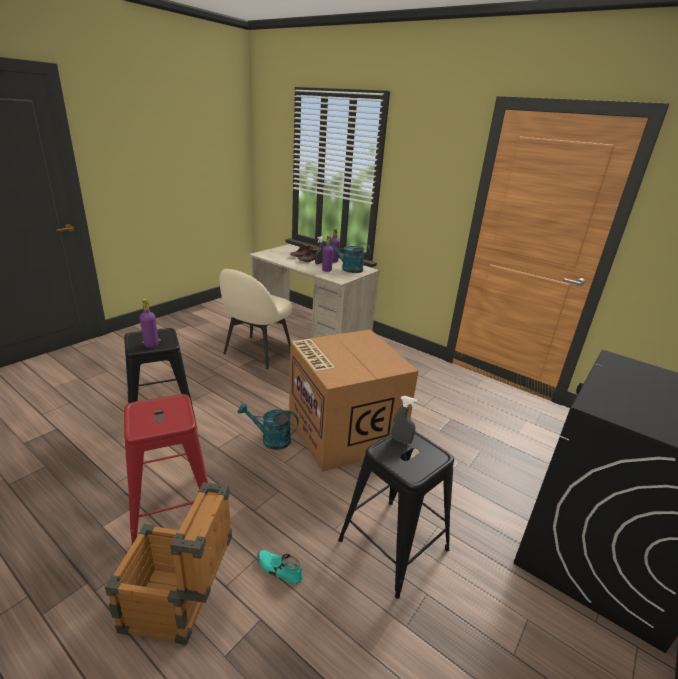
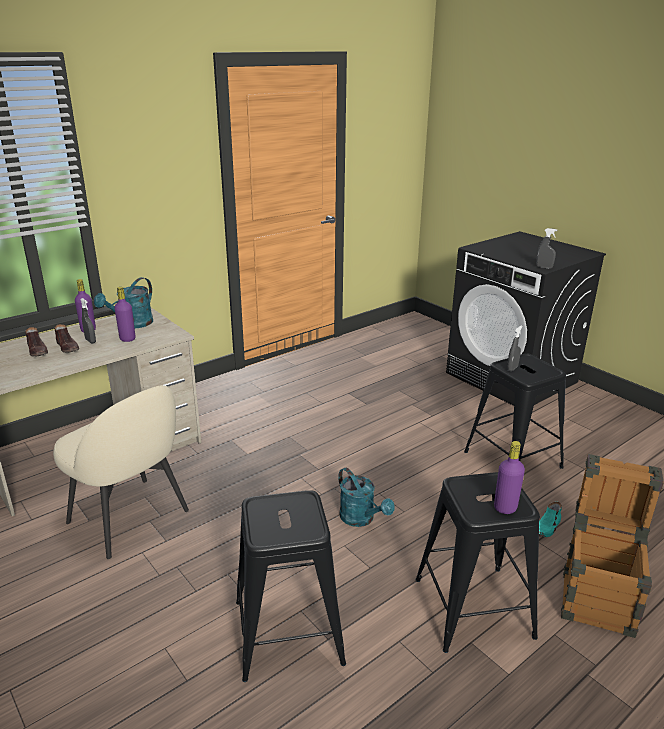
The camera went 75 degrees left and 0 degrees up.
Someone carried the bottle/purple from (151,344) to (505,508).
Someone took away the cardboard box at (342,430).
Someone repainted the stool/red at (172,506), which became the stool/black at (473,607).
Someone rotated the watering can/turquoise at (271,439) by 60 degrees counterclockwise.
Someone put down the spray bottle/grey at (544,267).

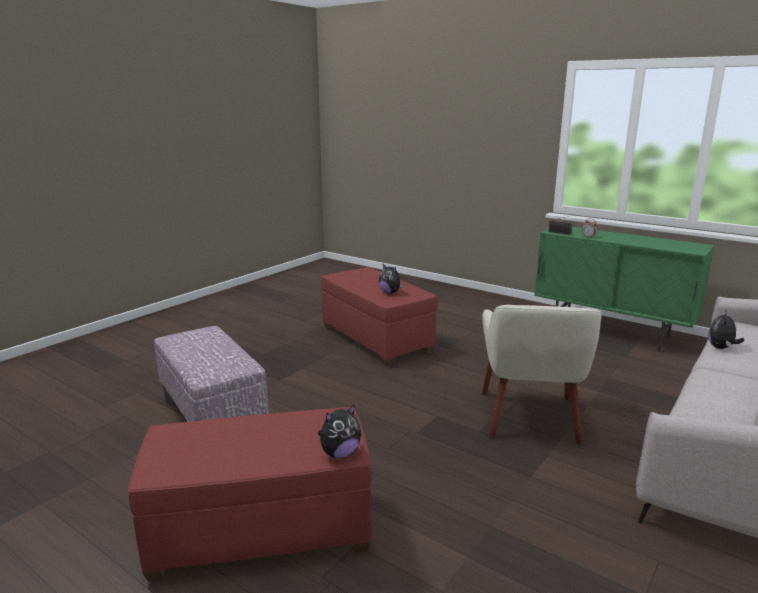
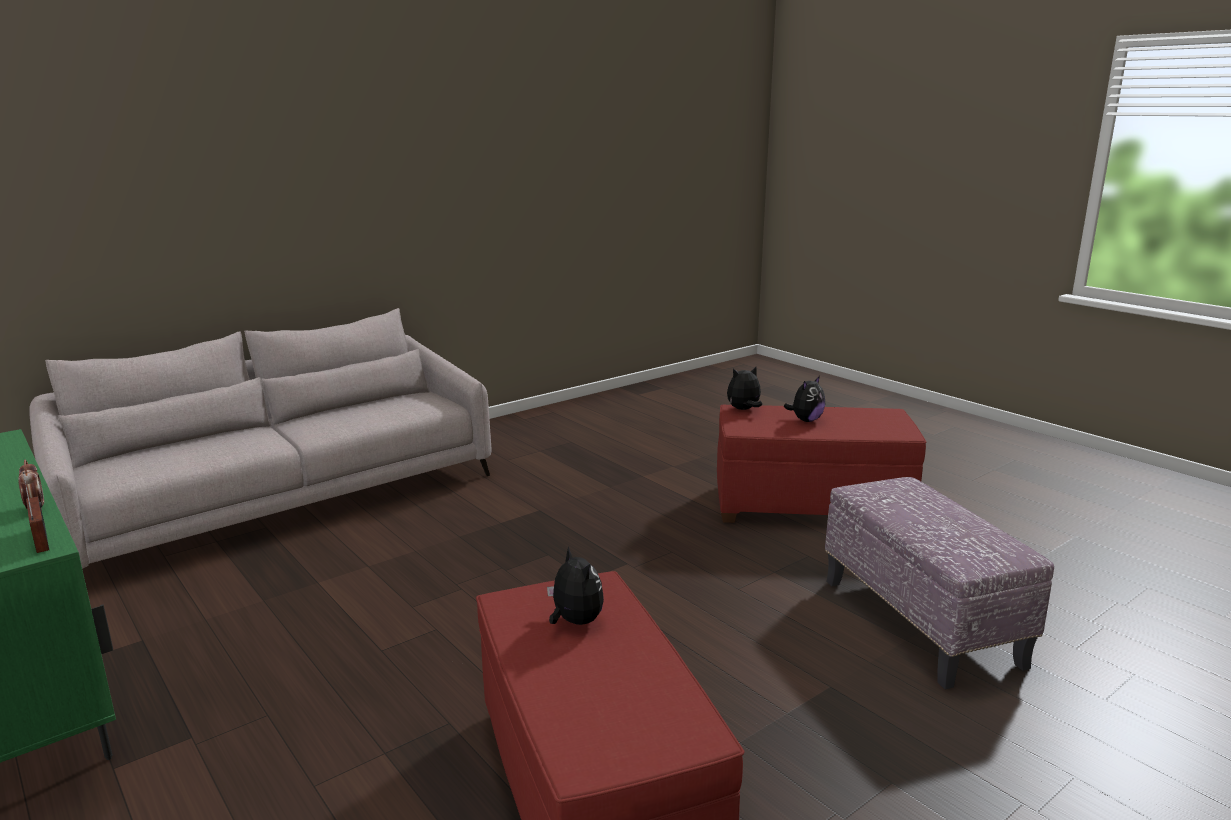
The camera went 165 degrees left and 0 degrees up.
Someone took away the armchair/beige at (529,417).
Someone carried the plush toy from (721,348) to (806,420).

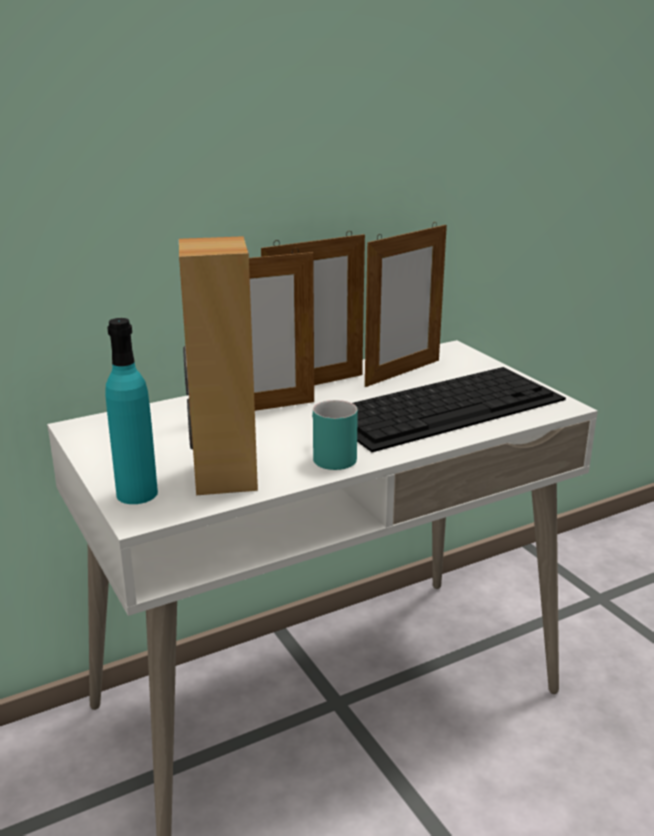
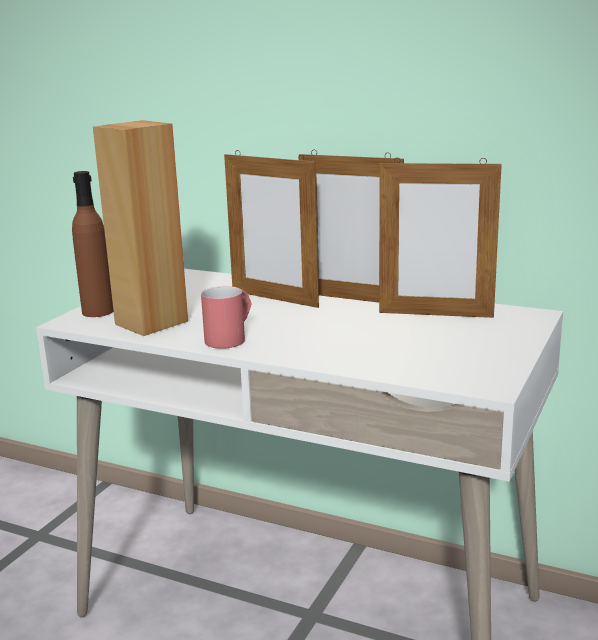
The camera went 55 degrees right and 5 degrees down.
Someone repainted the bottle/turquoise at (137,494), which became the bottle/brown at (98,311).
Someone took away the keyboard at (445,405).
Someone repainted the mug/turquoise at (330,455), which became the mug/red at (231,337).

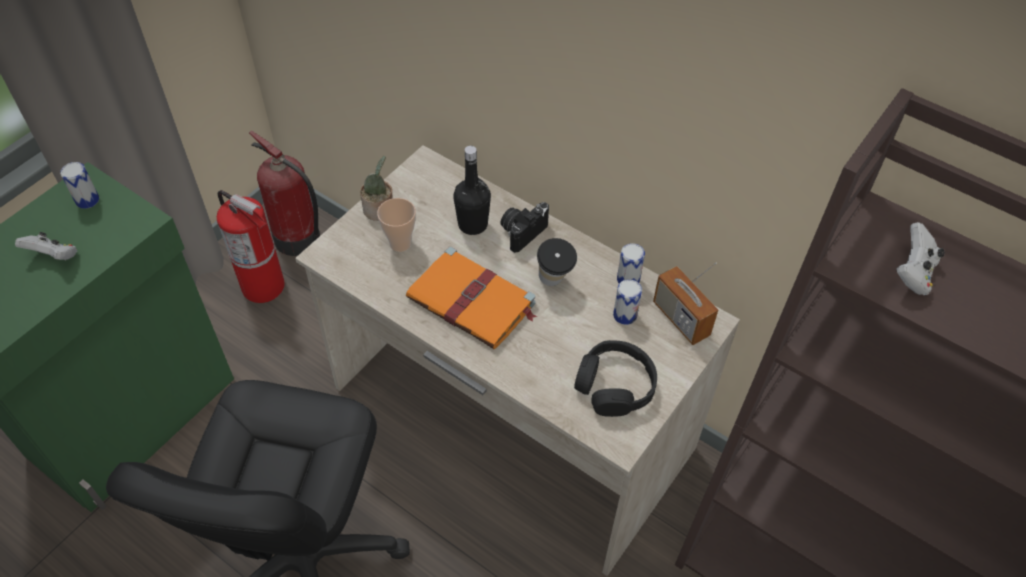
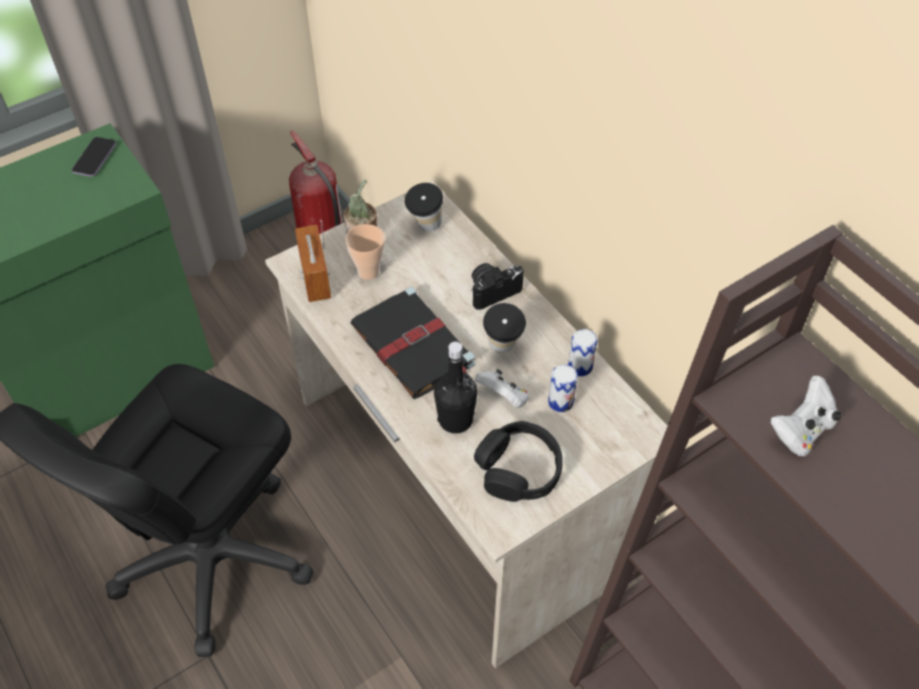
The camera went 20 degrees right and 0 degrees up.
Someone carried the bottle/black from (473,224) to (455,420).
Someone swapped the can at (87,200) for the phone at (95,158).
Someone took away the fire extinguisher at (263,286).
Someone carried the game controller/white from (54,257) to (503,397).
Someone repainted the book/orange at (473,302), which became the book/black at (414,347).
Someone carried the radio from (681,319) to (315,278).
Someone put down the cup at (425,228).

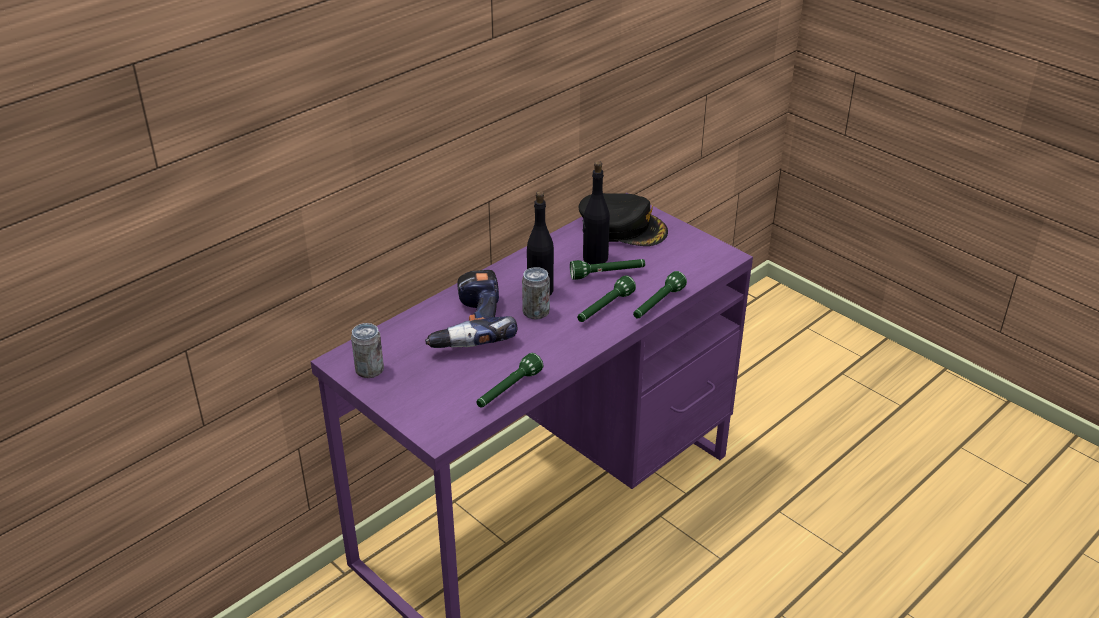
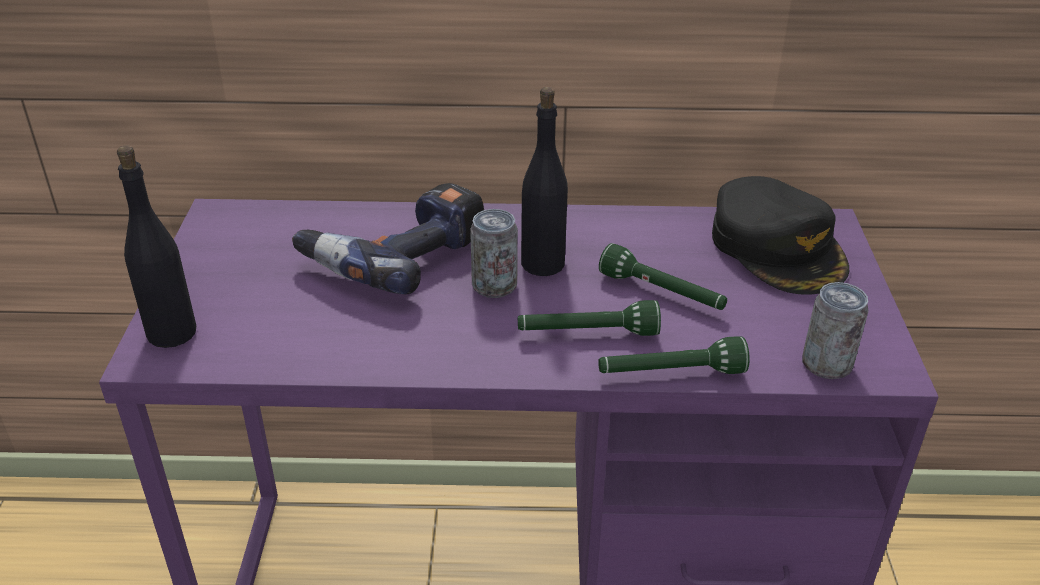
The camera went 45 degrees right and 0 degrees up.
Someone carried the bottle/black from (595,258) to (171,332).
Someone carried the can from (369,370) to (826,365).
Someone took away the flashlight/green at (508,390).

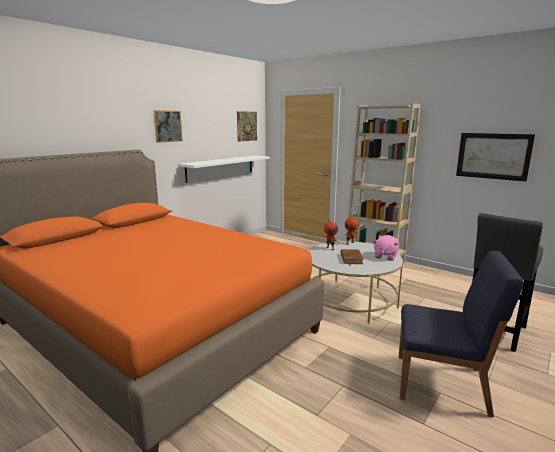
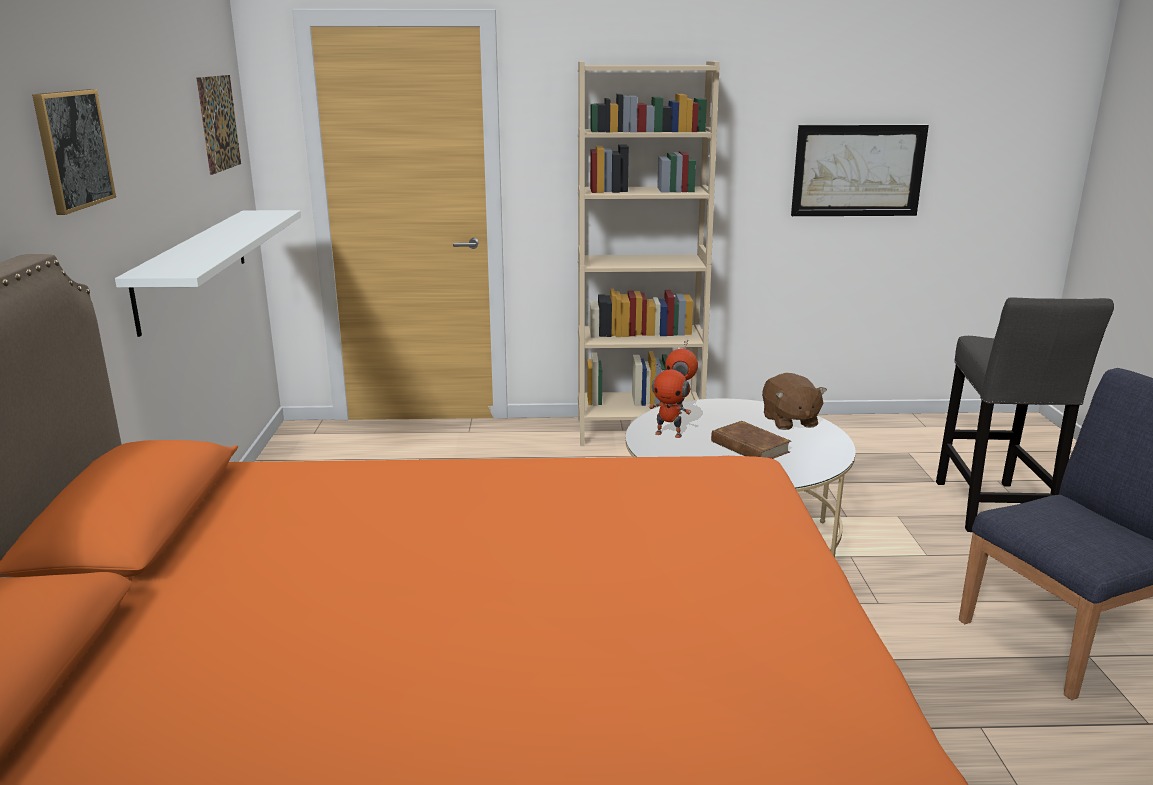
The camera went 40 degrees left and 5 degrees up.
Someone repainted the plush toy/pink at (385,256), which became the plush toy/brown at (789,421).

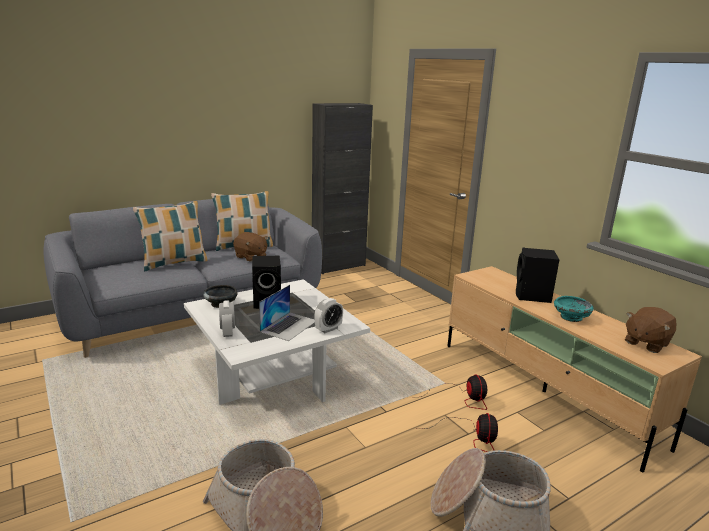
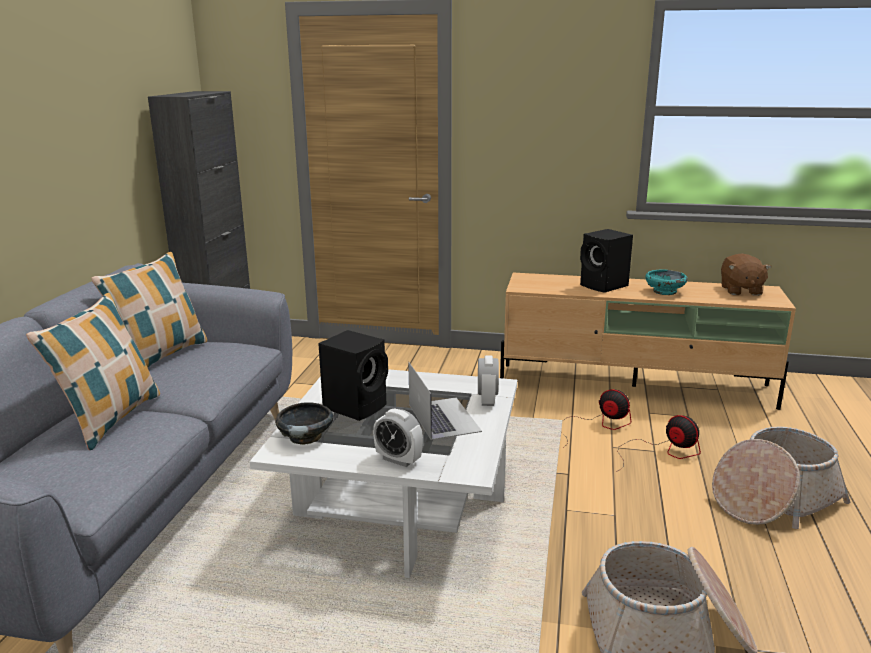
The camera went 45 degrees left and 0 degrees up.
Someone took away the plush toy/brown at (251,257).

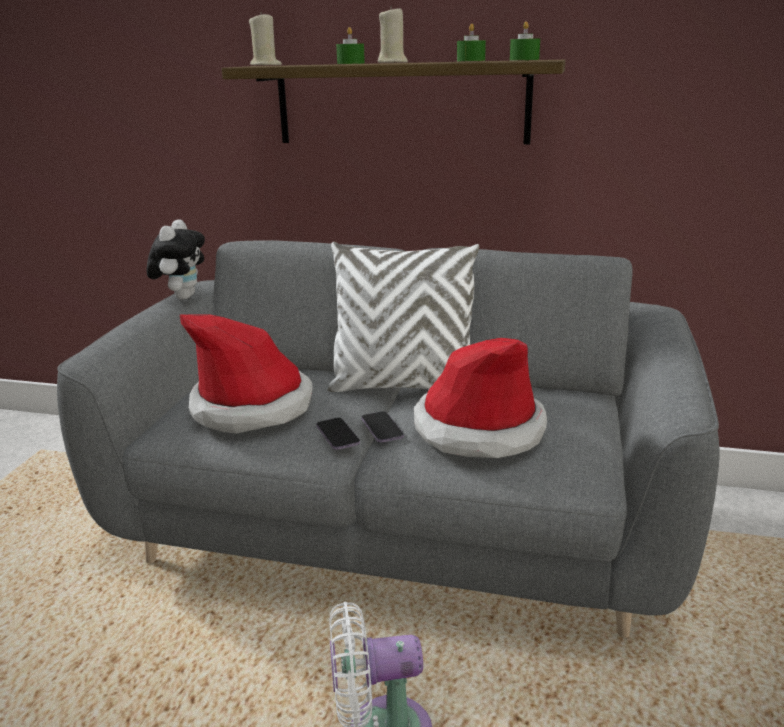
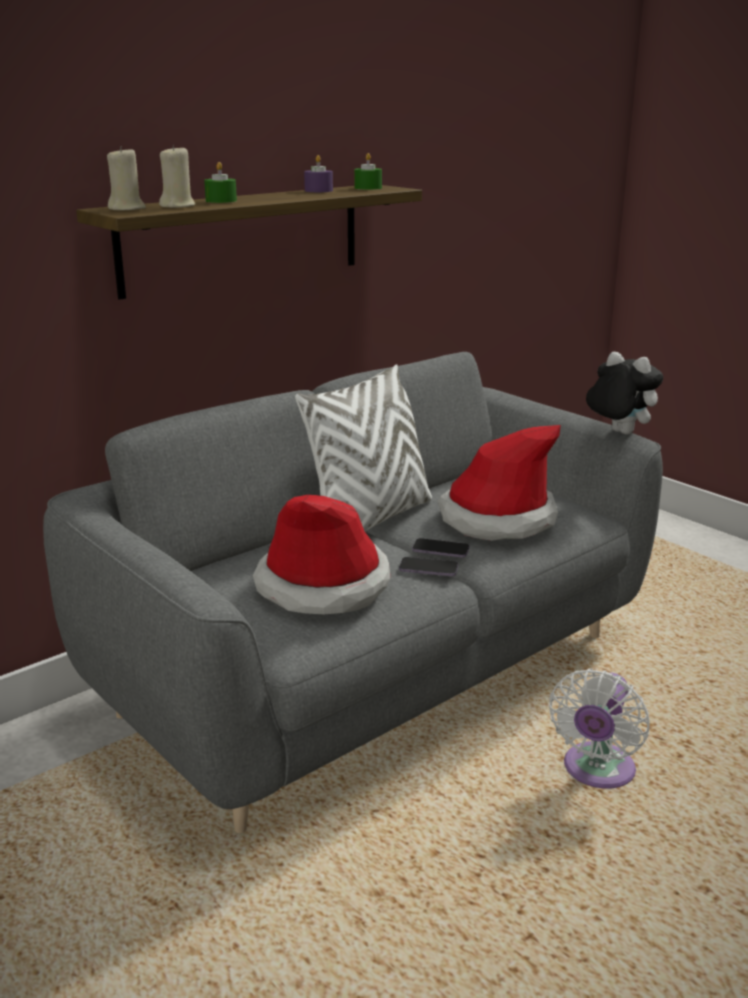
The camera went 55 degrees left and 0 degrees up.
Someone carried the candle/beige from (392,63) to (178,206).
Someone repainted the candle/green at (470,61), which became the candle/purple at (318,190).
Someone carried the plush toy from (182,297) to (618,433).

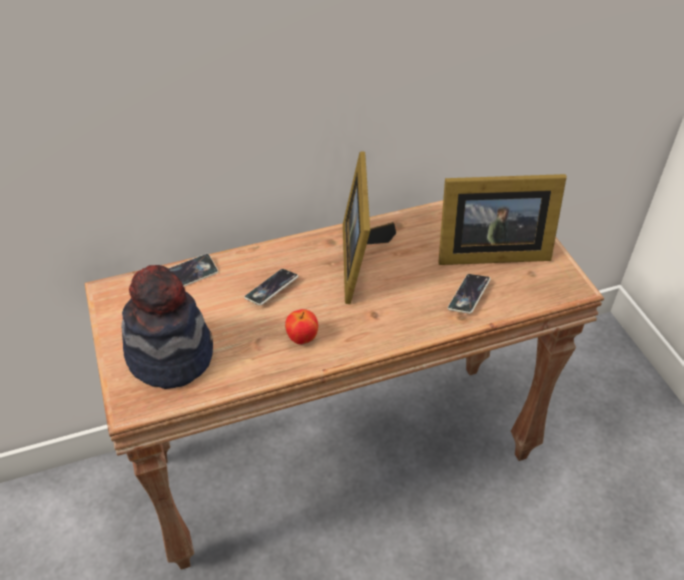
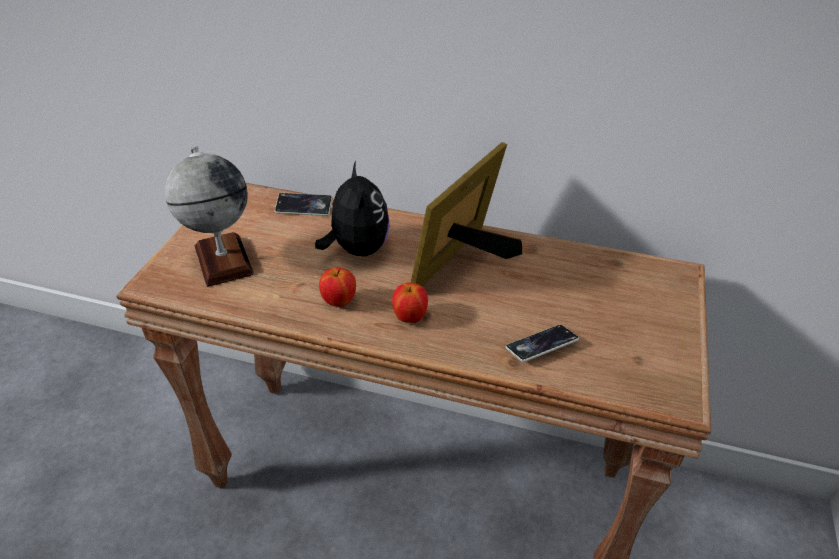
The camera went 35 degrees right and 5 degrees down.
Someone took away the picture frame at (488,251).
Someone swapped the hat at (170,354) for the globe at (223,260).
Someone swapped the phone at (271,289) for the plush toy at (357,249).
Someone put down the apple at (410,317).

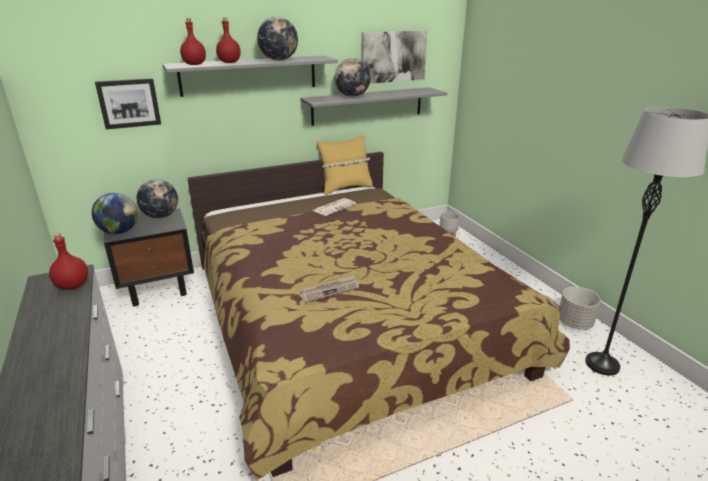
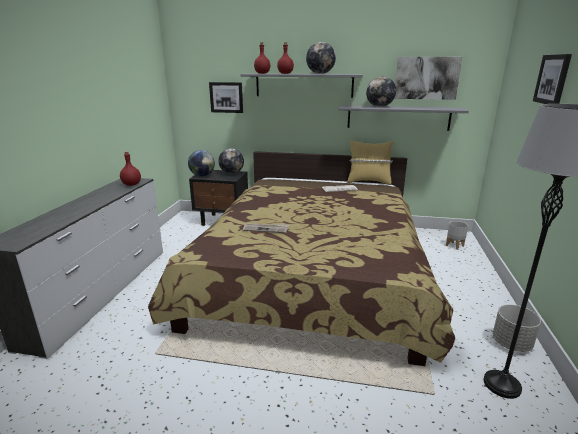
The camera went 35 degrees right and 5 degrees down.
Someone put up the picture at (552,79).

